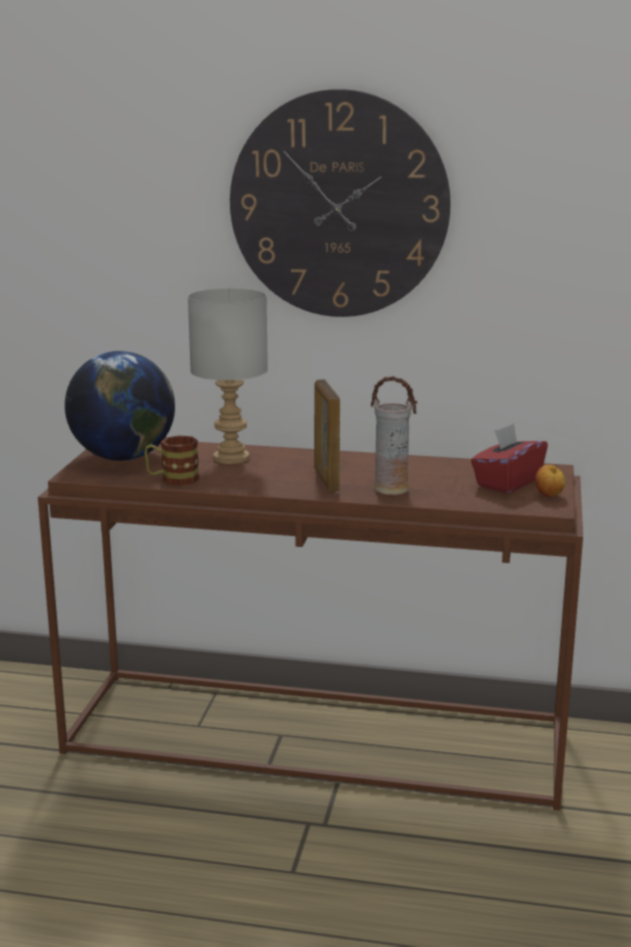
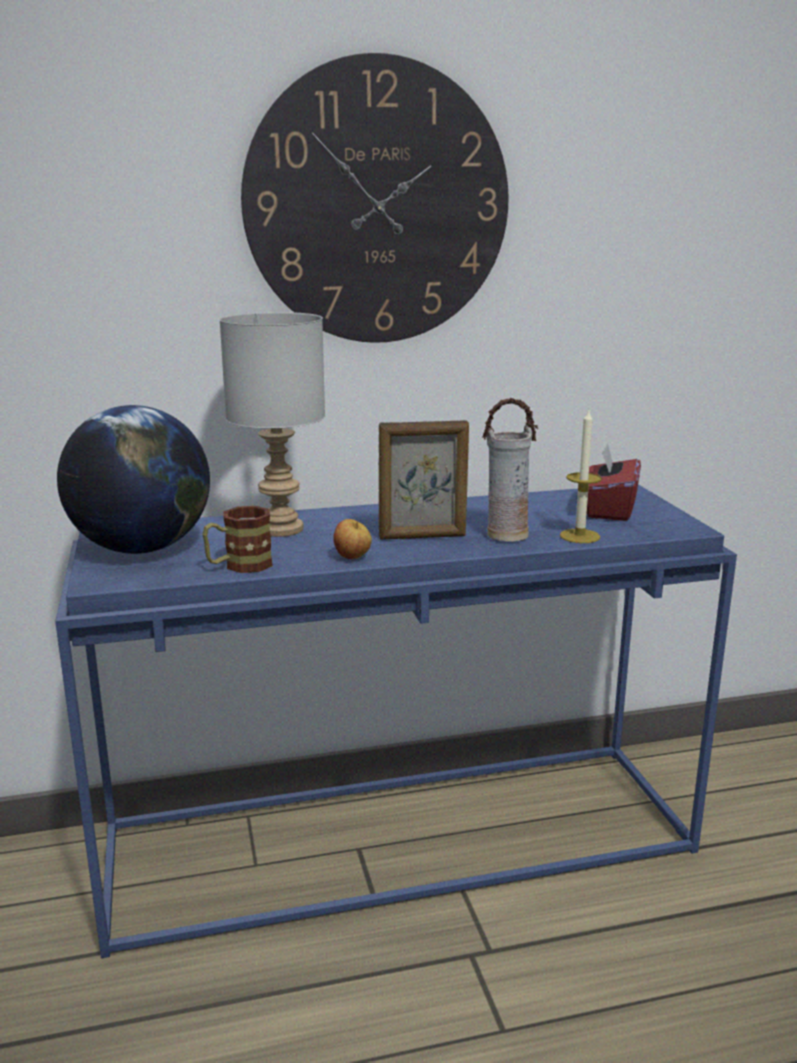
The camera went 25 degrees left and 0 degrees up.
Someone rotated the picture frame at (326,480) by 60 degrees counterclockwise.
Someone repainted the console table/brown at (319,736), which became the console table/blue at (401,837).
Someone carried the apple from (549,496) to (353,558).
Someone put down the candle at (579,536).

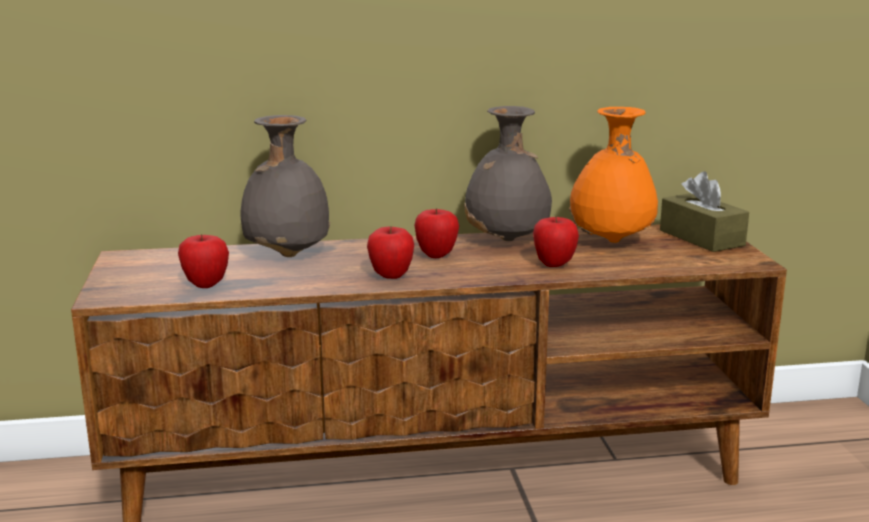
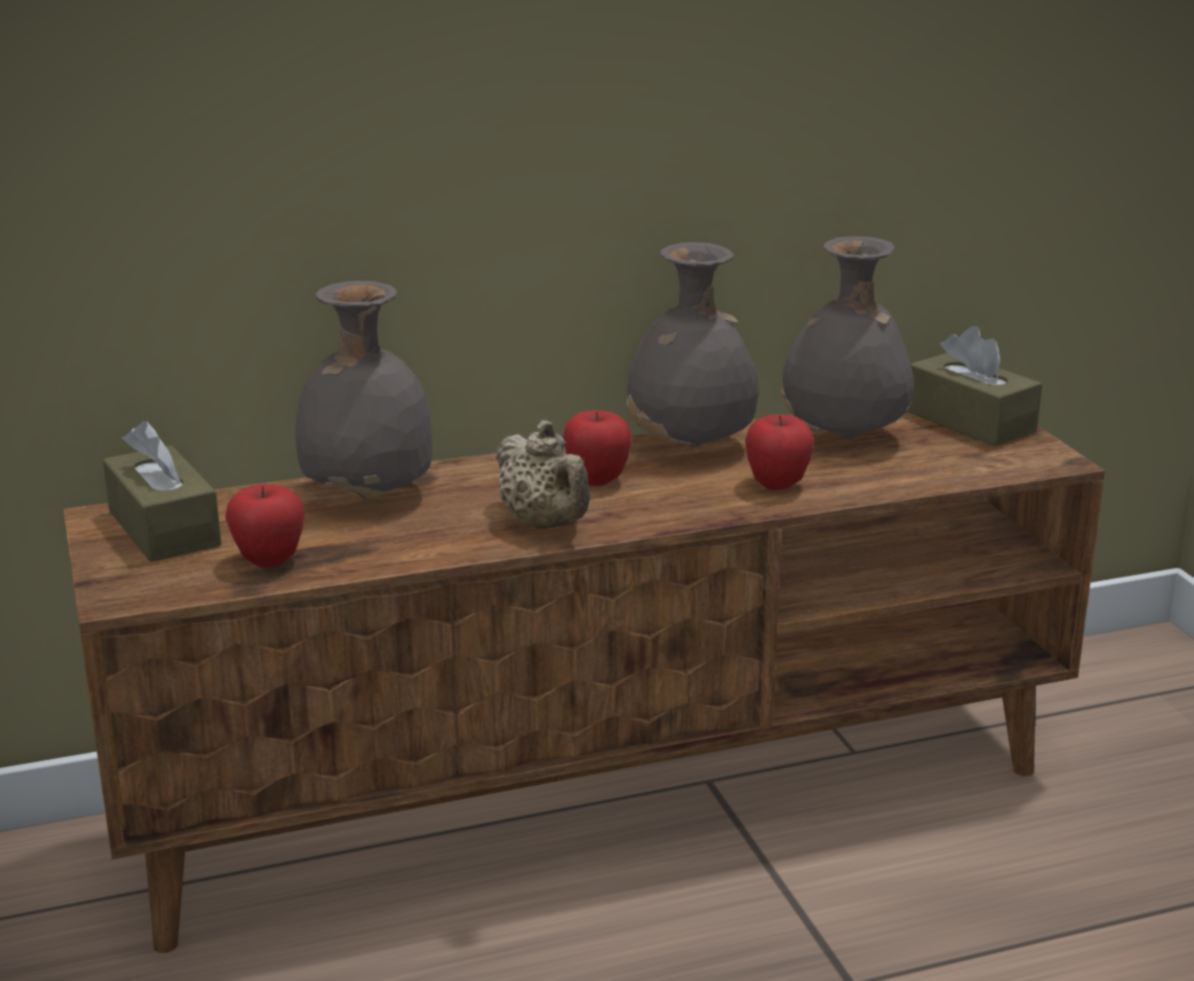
The camera went 10 degrees left and 5 degrees up.
Someone repainted the vase/orange at (611,242), which became the vase/grey at (844,438).
Someone swapped the apple at (391,276) for the teapot/beige at (546,524).
Someone put down the tissue box/brown at (164,528).

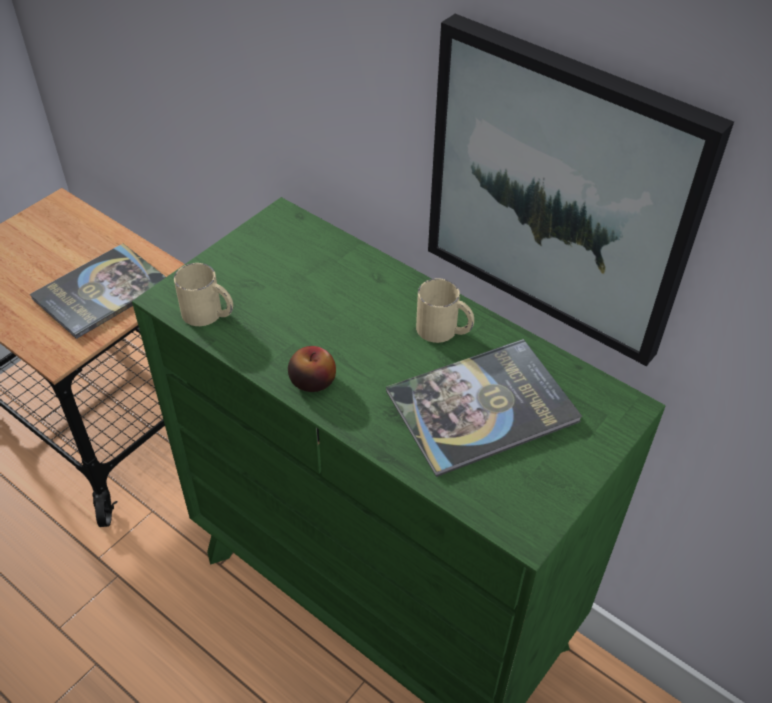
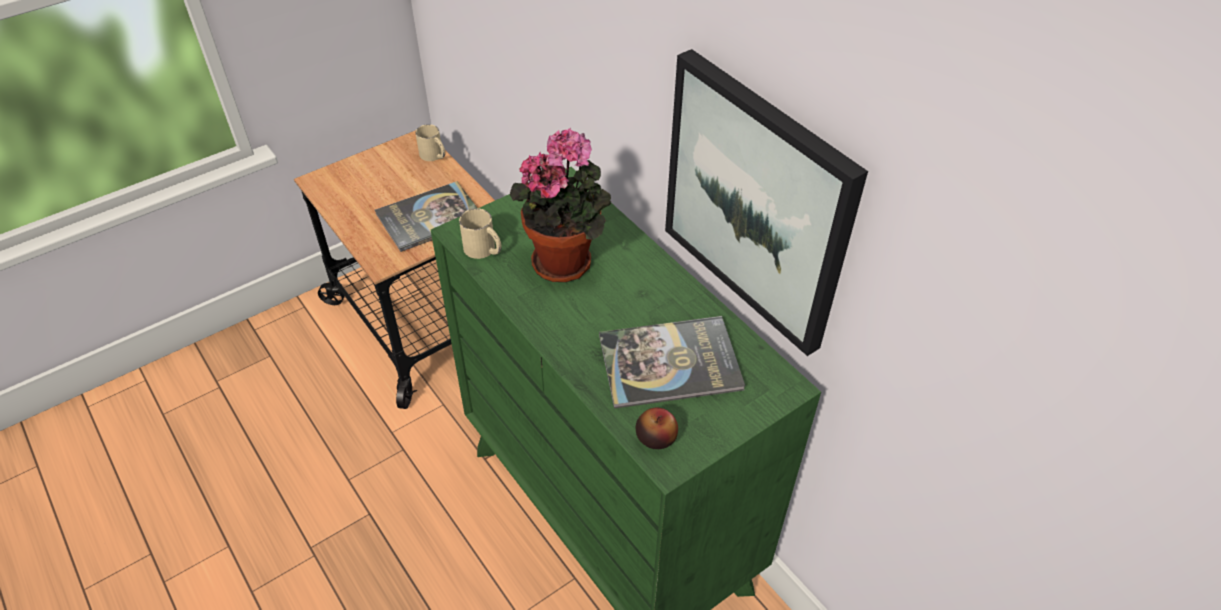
The camera went 15 degrees right and 0 degrees up.
Someone carried the mug/beige from (444,330) to (434,156).
Someone carried the apple from (312,381) to (656,437).
Someone put down the potted plant at (566,260).

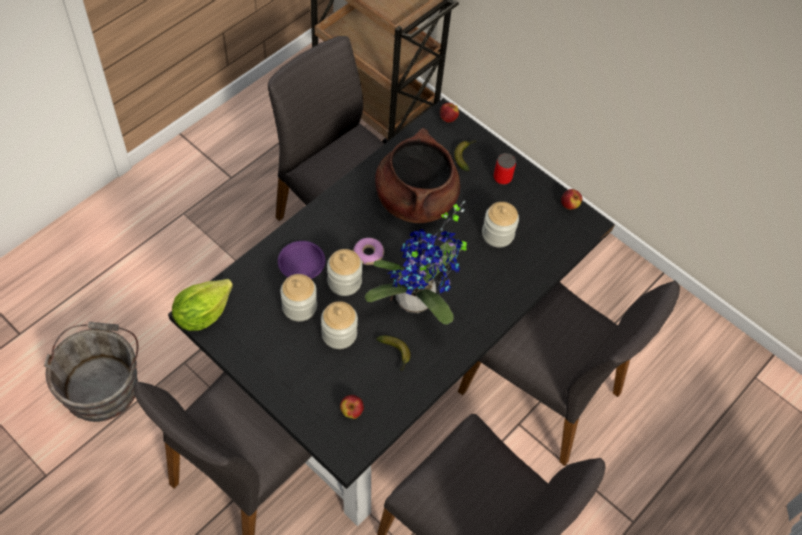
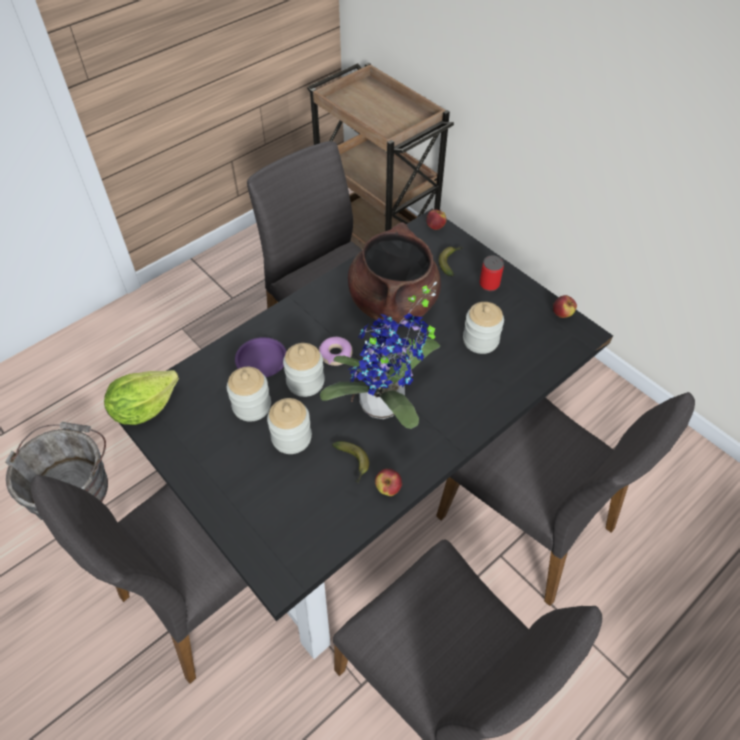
The camera went 10 degrees right and 5 degrees down.
Someone carried the apple from (351,411) to (388,488).

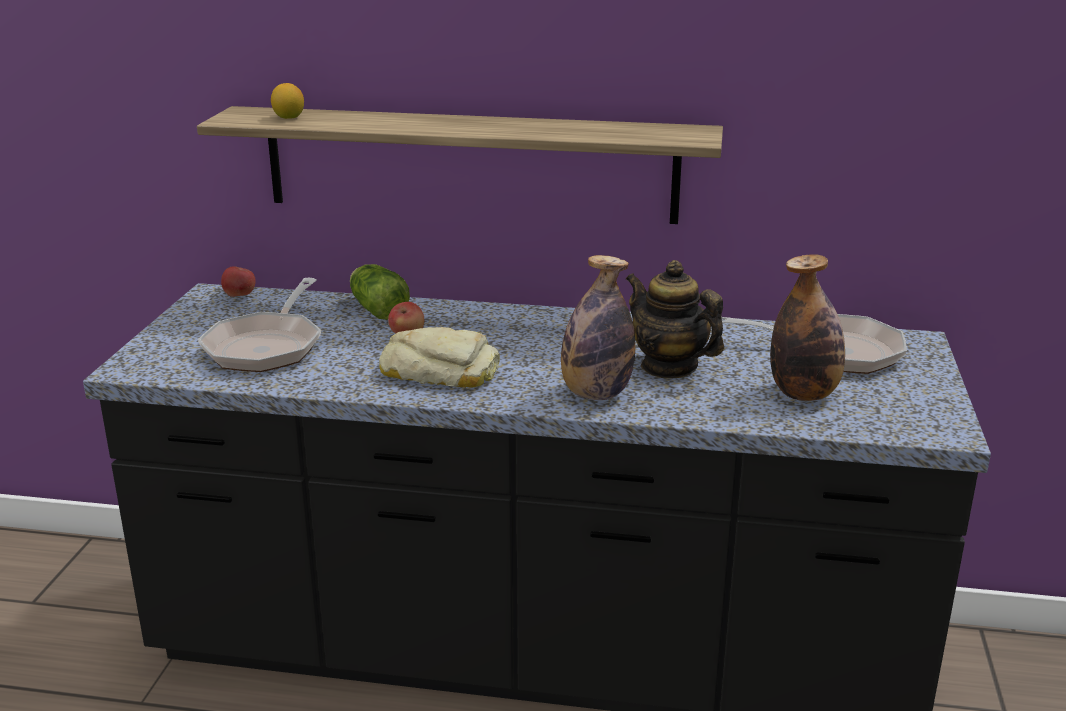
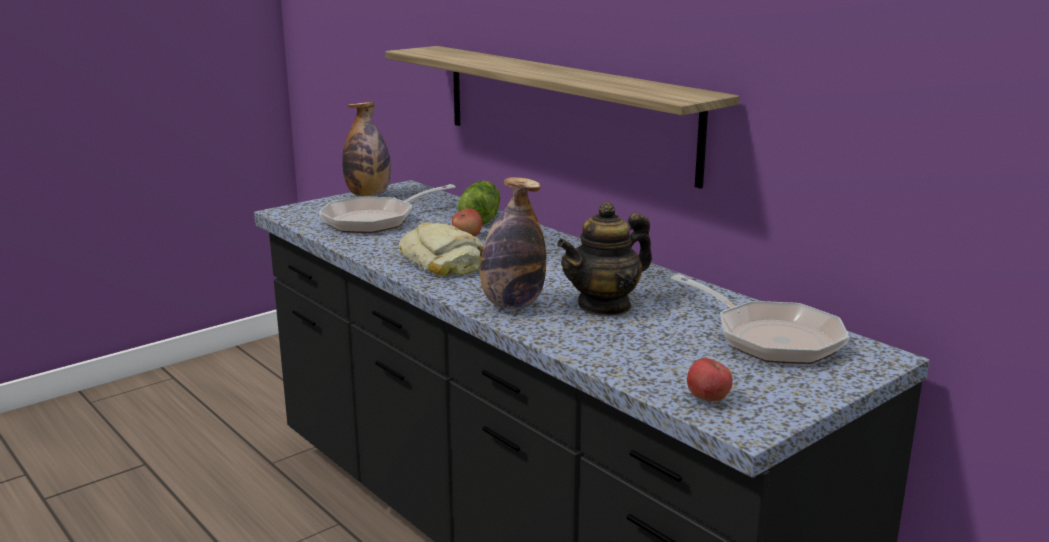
The camera went 40 degrees right and 5 degrees down.
Someone took away the lemon at (289,117).
Someone carried the bottle from (804,394) to (368,195).
Someone rotated the teapot at (669,367) by 120 degrees counterclockwise.
Someone carried the apple from (239,296) to (708,399).

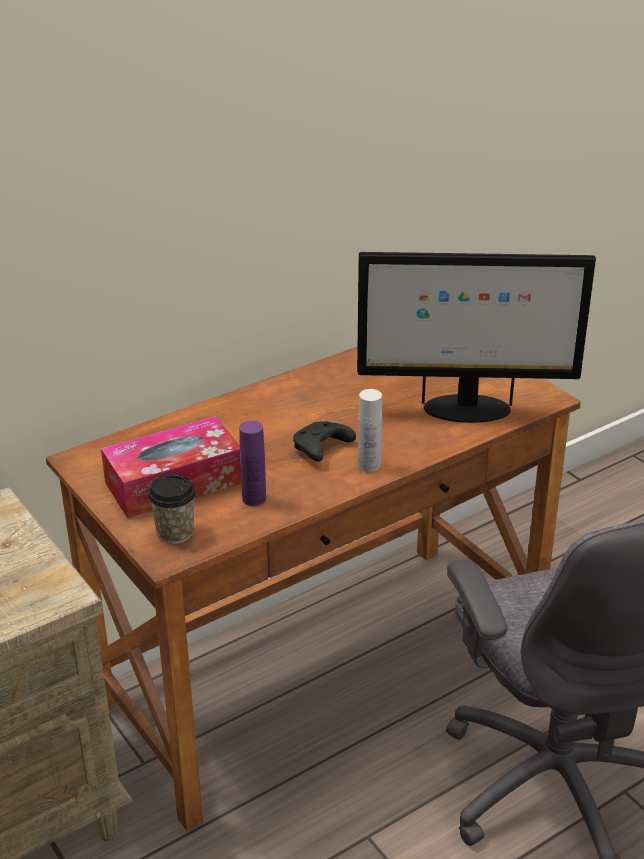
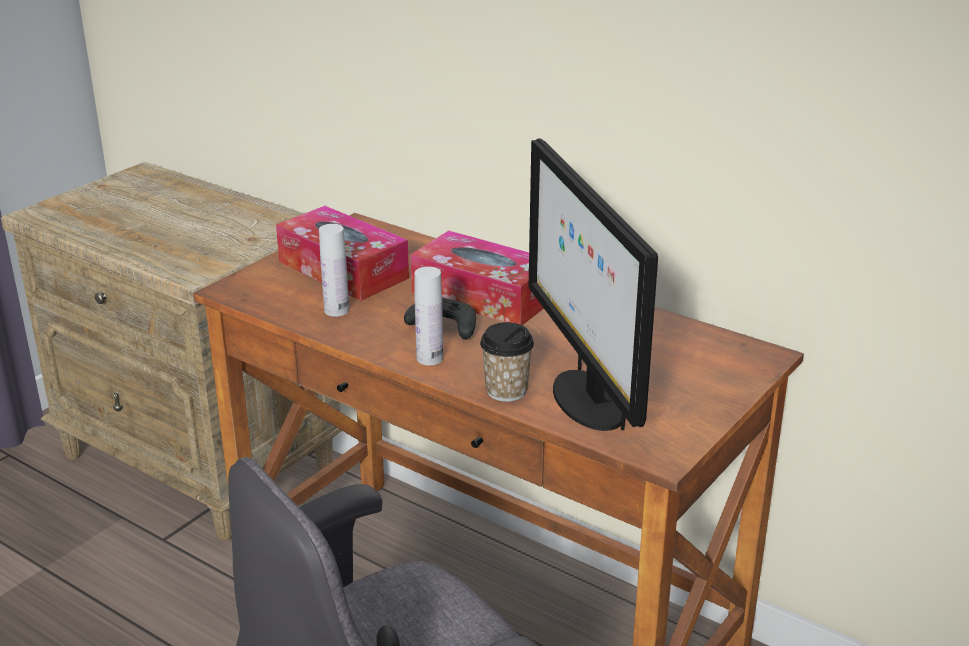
The camera went 70 degrees right and 5 degrees down.
Someone repainted the bottle/purple at (254,498), which became the bottle/white at (336,310).
Someone carried the cup from (175,533) to (506,391).
Someone put down the tissue box at (483,296).

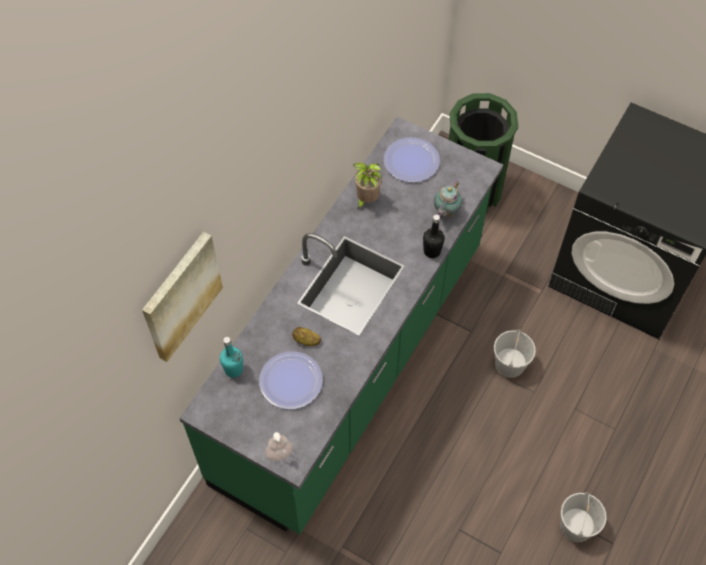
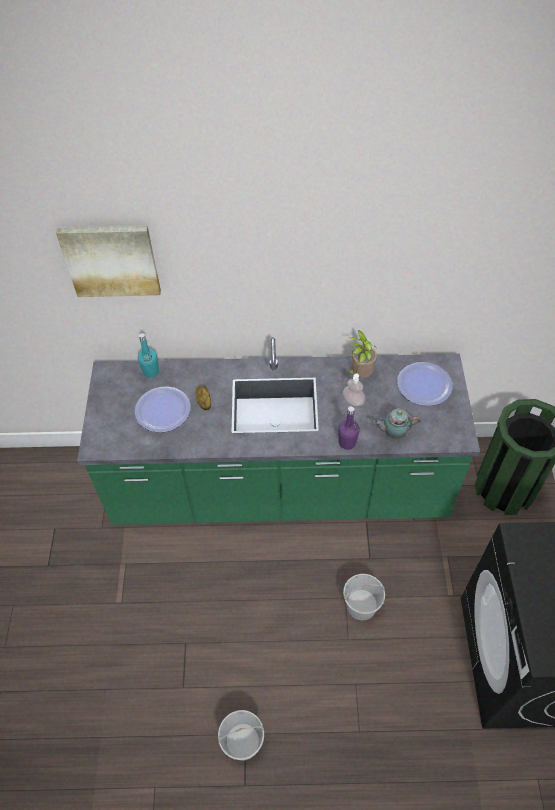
The camera went 60 degrees right and 5 degrees down.
Someone repainted the bottle/black at (432,251), which became the bottle/purple at (347,443).
Someone carried the soap dispenser from (279,453) to (353,401).

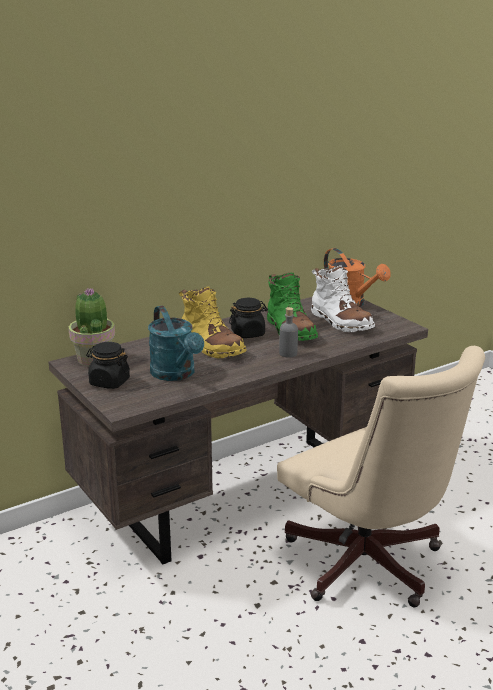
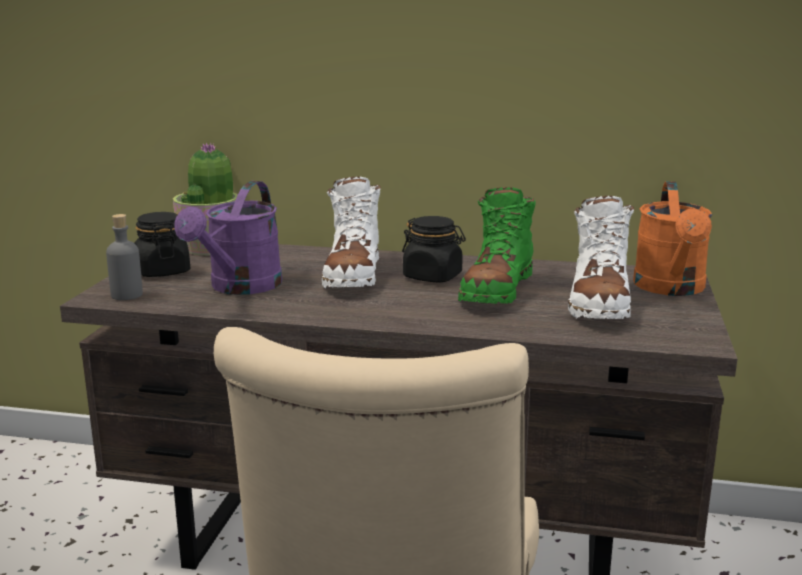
The camera went 45 degrees right and 5 degrees down.
Someone repainted the boot/yellow at (211,346), which became the boot/white at (353,275).
Someone repainted the watering can/turquoise at (176,374), which became the watering can/purple at (240,287).
Someone carried the bottle/grey from (288,353) to (127,295).

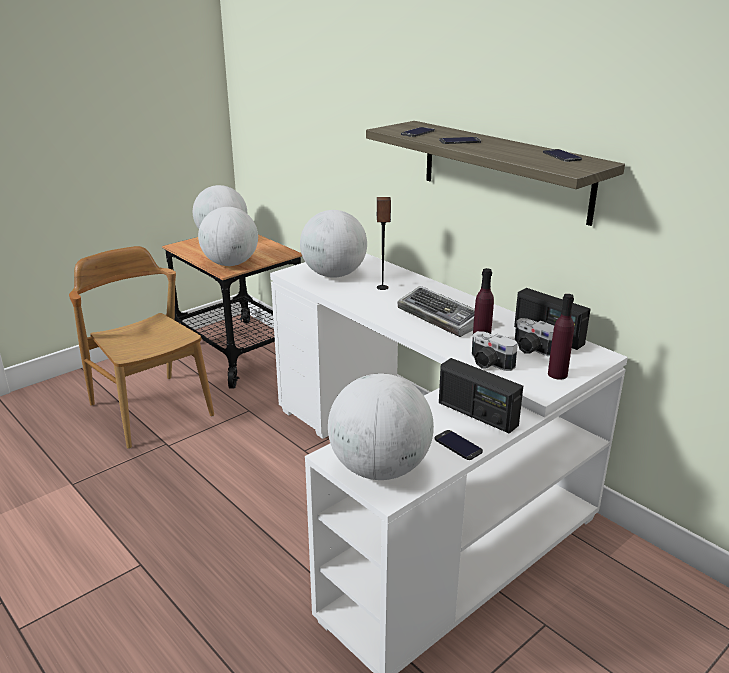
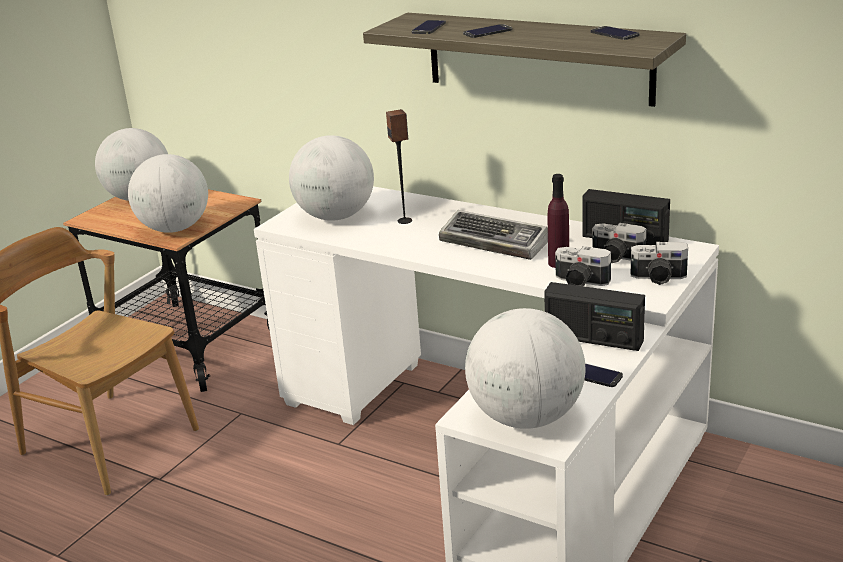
The camera went 15 degrees left and 0 degrees up.
Someone swapped the bottle/purple at (557,374) for the photo camera at (658,278).

